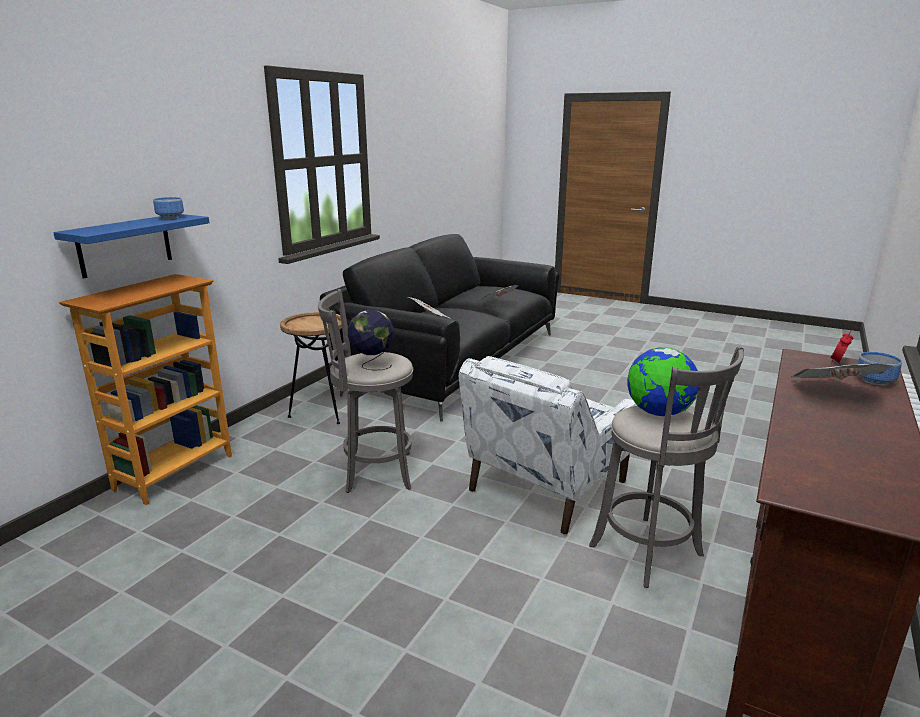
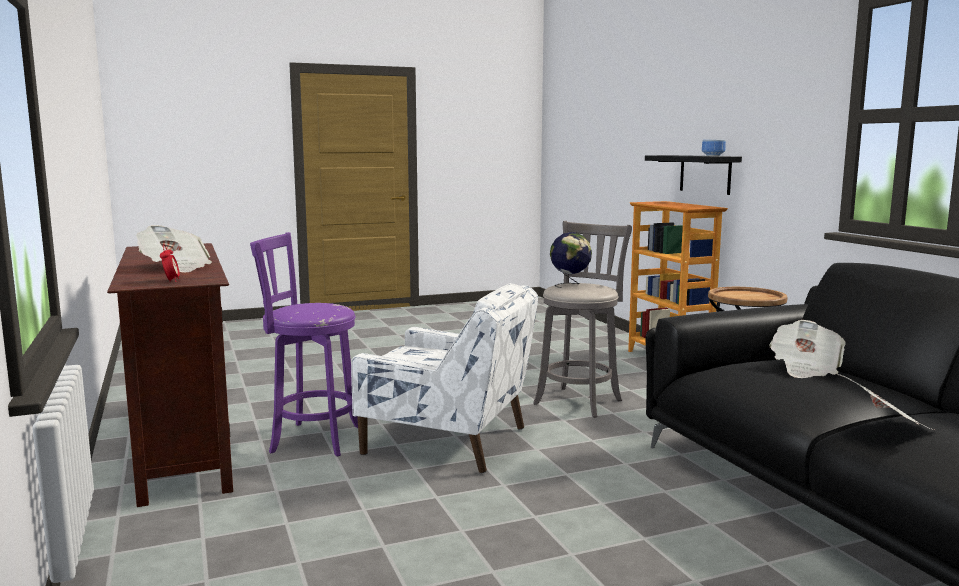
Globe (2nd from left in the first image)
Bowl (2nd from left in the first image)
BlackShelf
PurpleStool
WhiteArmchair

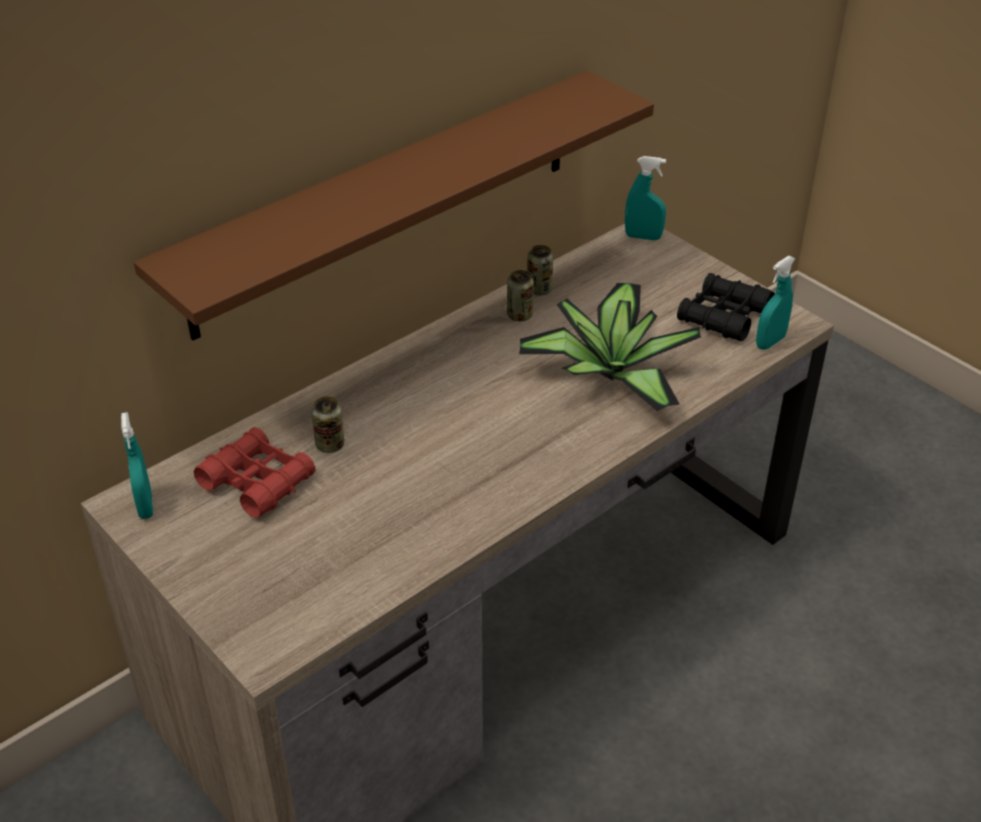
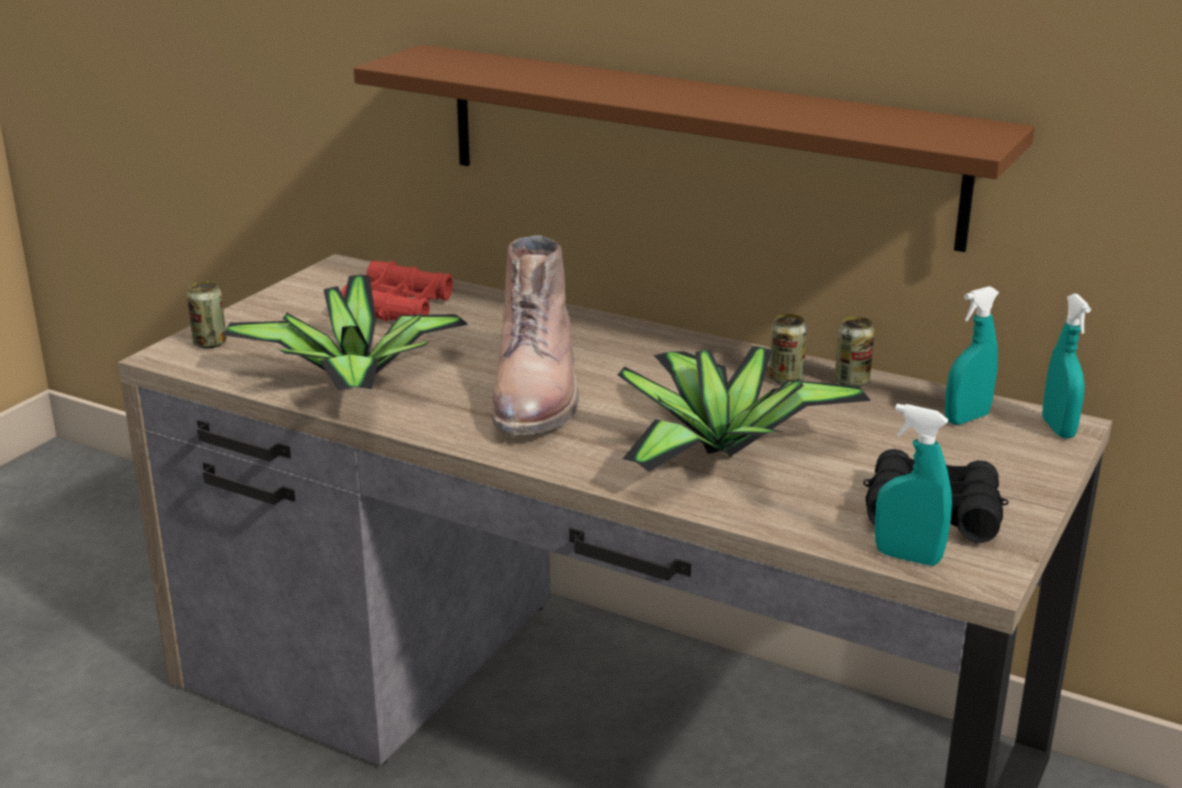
PottedPlant (1st from left)
BrownBoot
TurquoiseSprayBottle (2nd from left)
Can (1st from left)

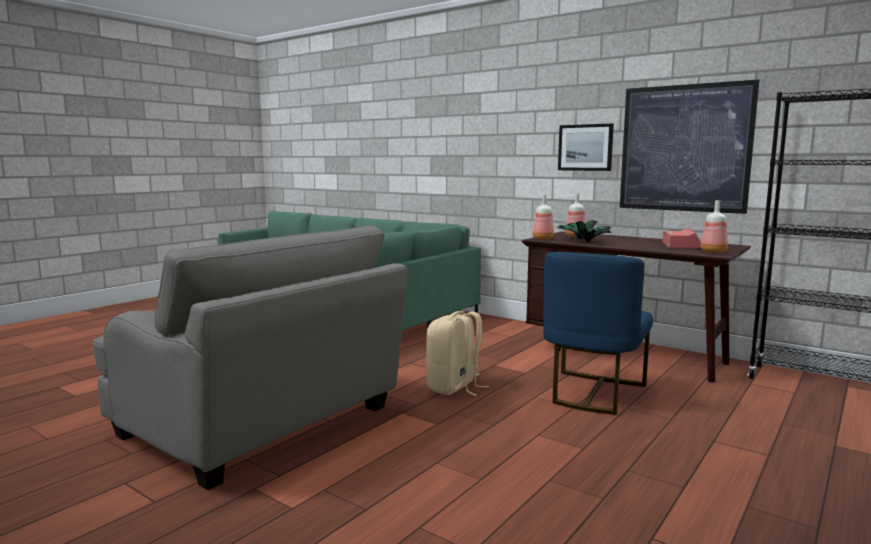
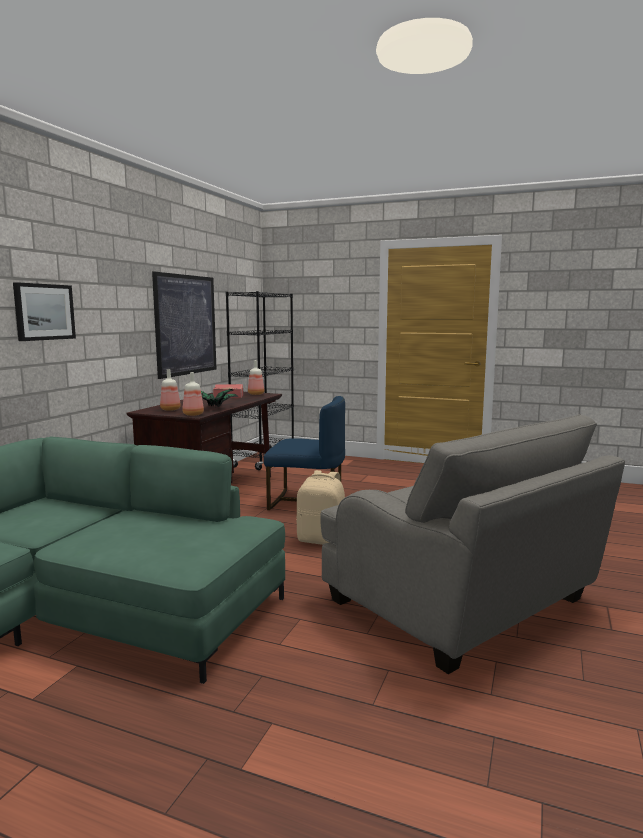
Picture (1st from left)
GreyArmchair

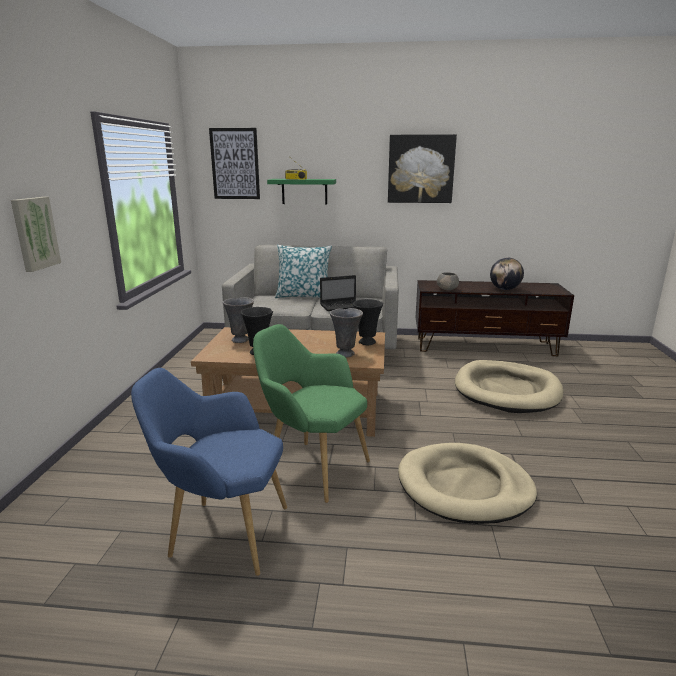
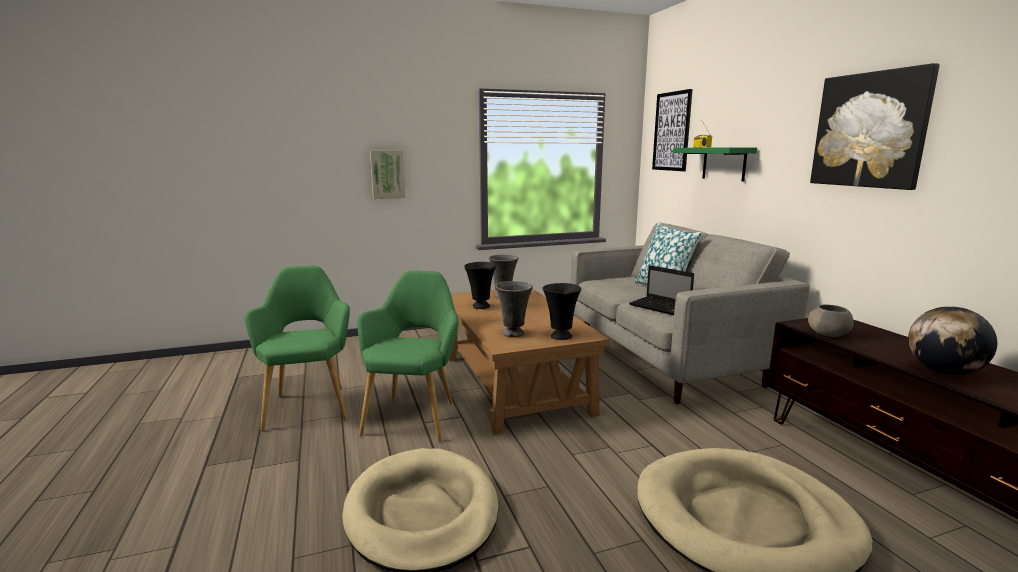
GreenArmchair (1st from left)

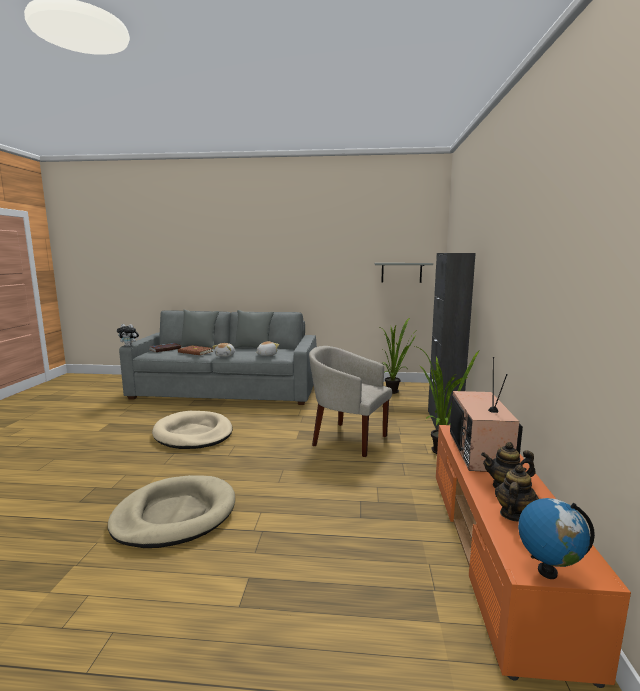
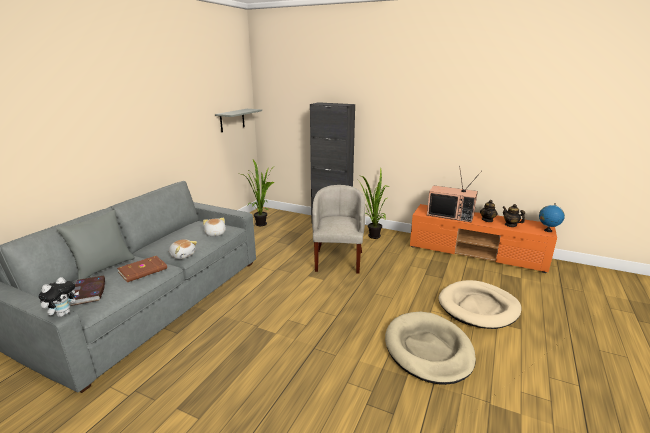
GreyPillow (2nd from left in the first image)
BeigeDogBed (2nd from left)
BeigeArmchair

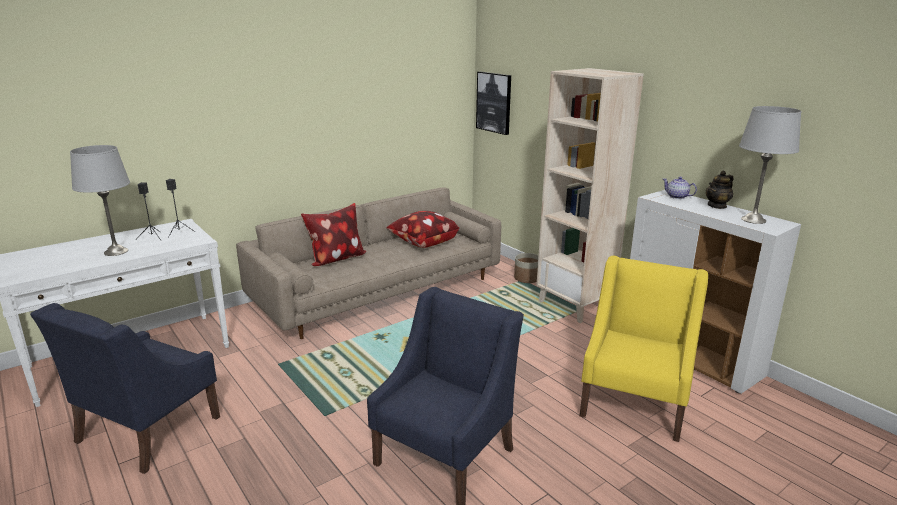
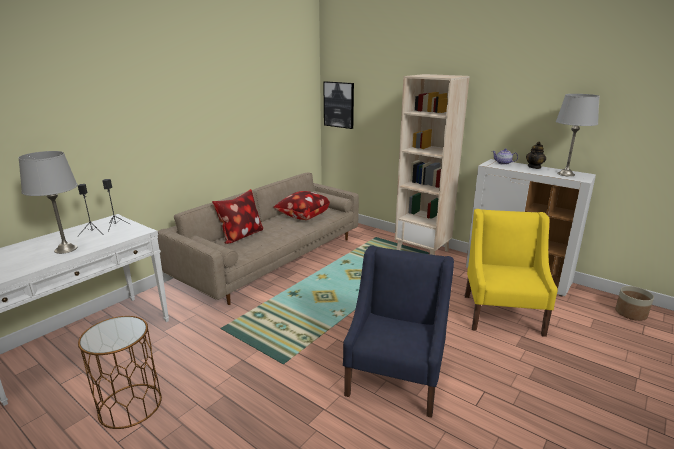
Planter
BrownSideTable

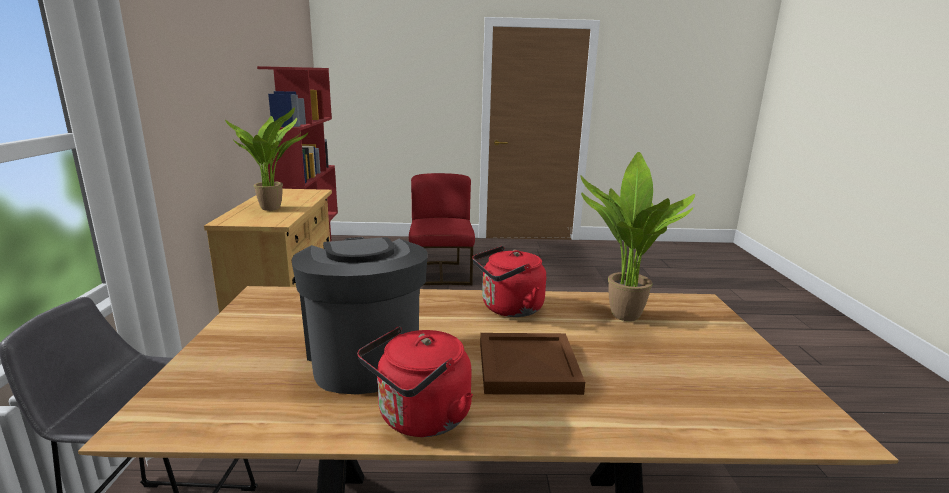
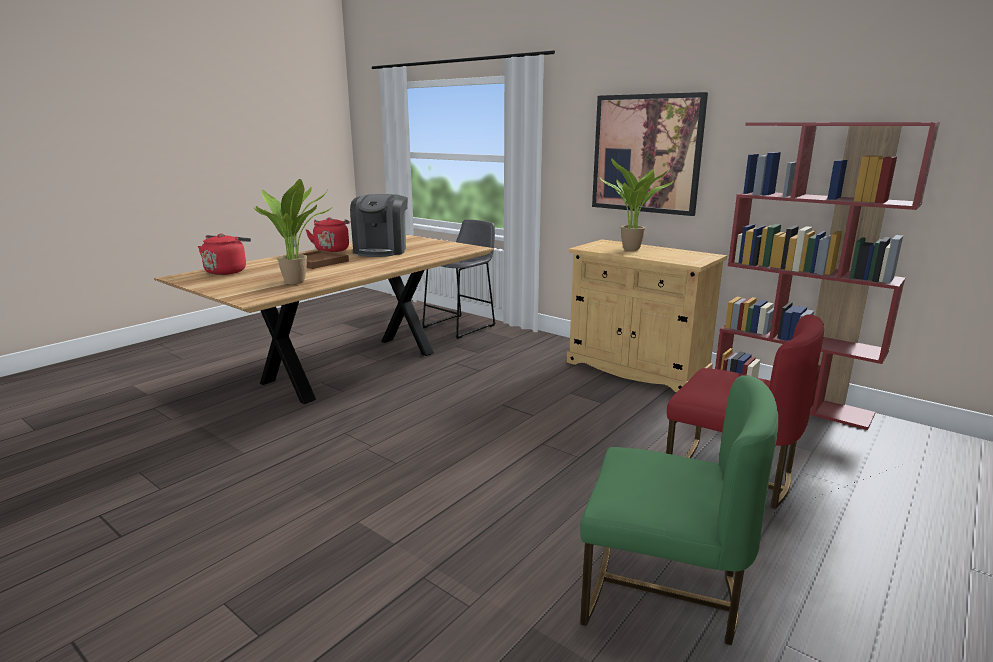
GreenChair
Picture
RedKettle (1st from left)
CoffeeMachine

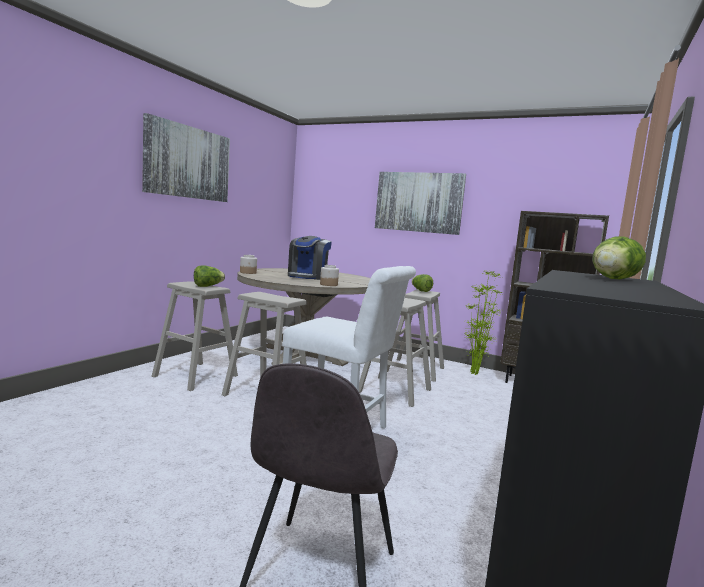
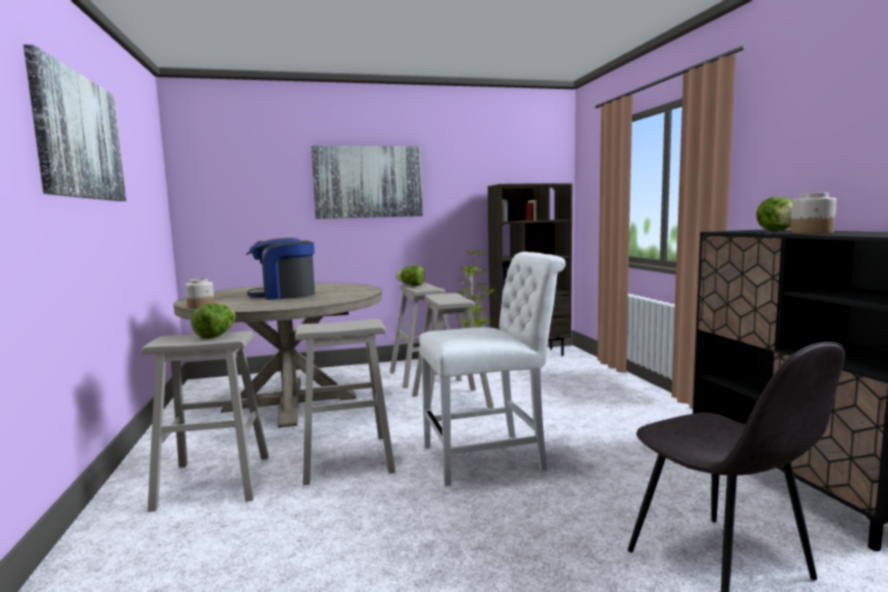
Jar (2nd from left)
CoffeeMachine

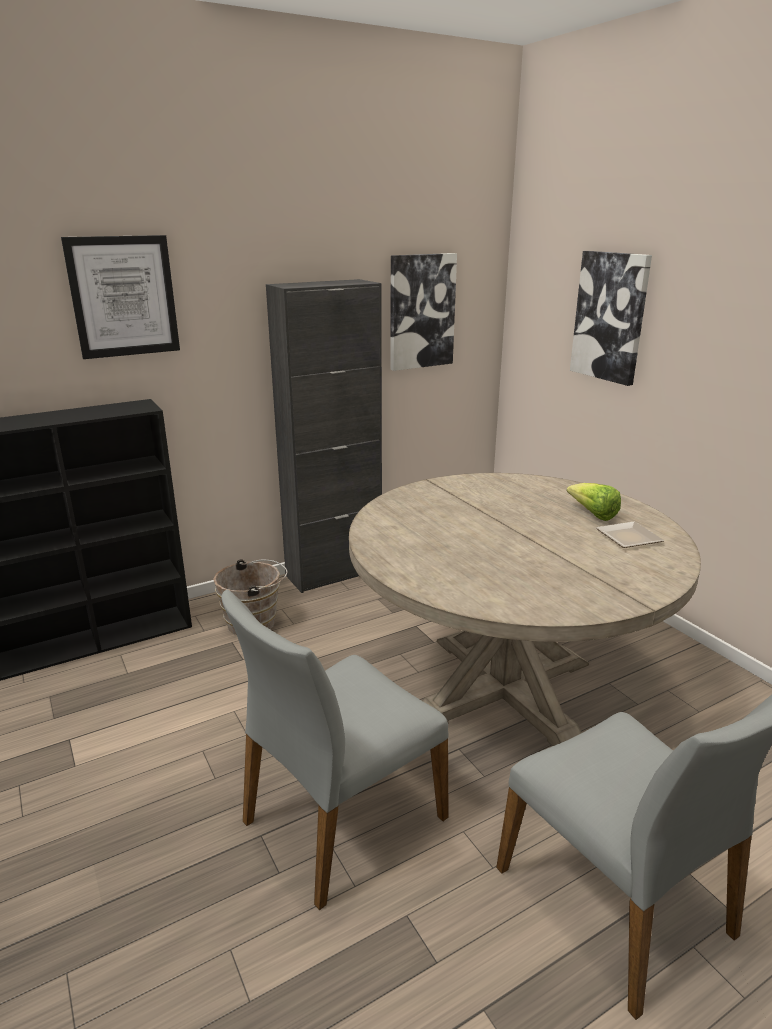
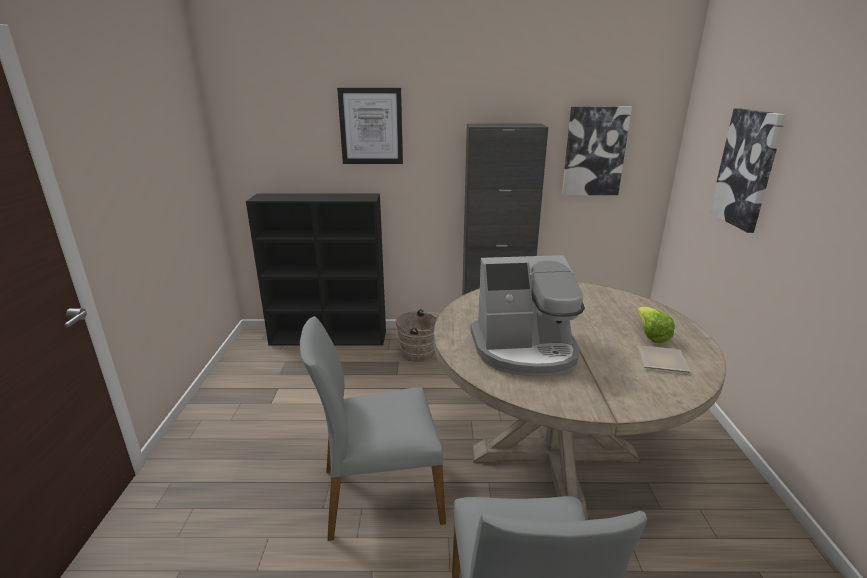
CoffeeMachine

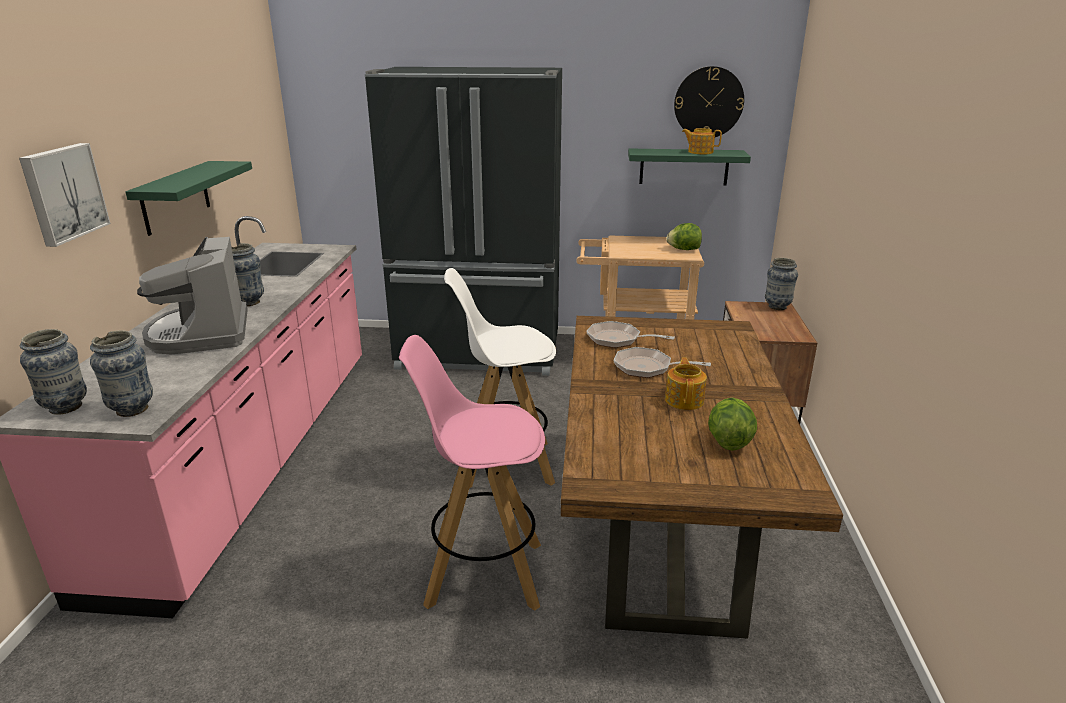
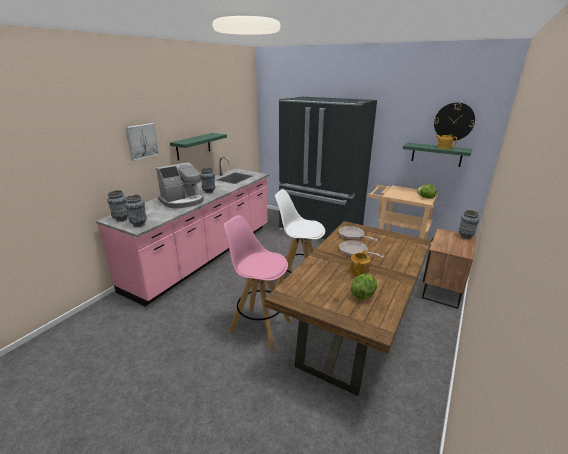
CoffeeMachine

